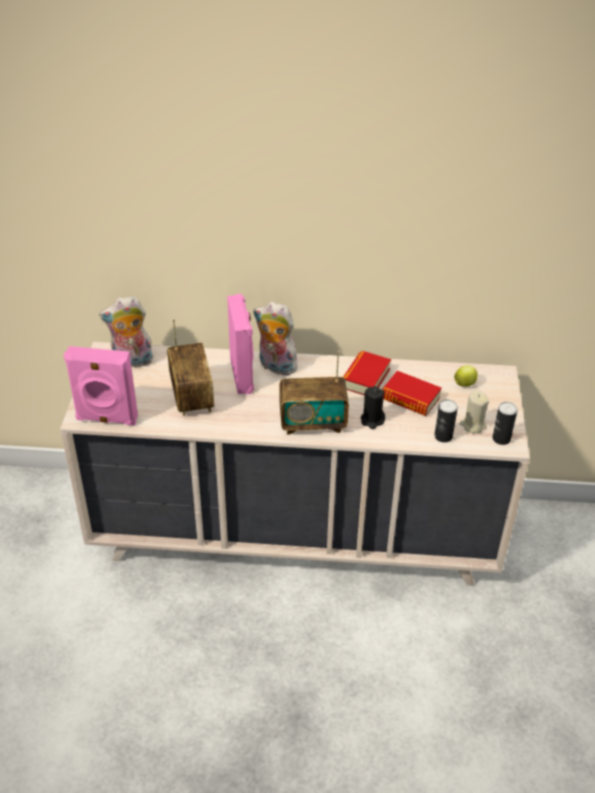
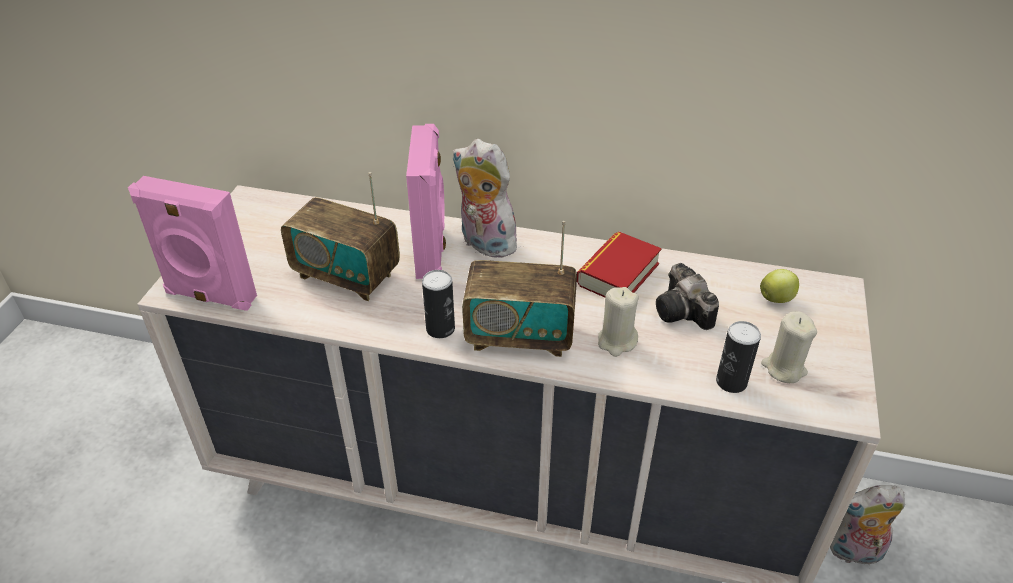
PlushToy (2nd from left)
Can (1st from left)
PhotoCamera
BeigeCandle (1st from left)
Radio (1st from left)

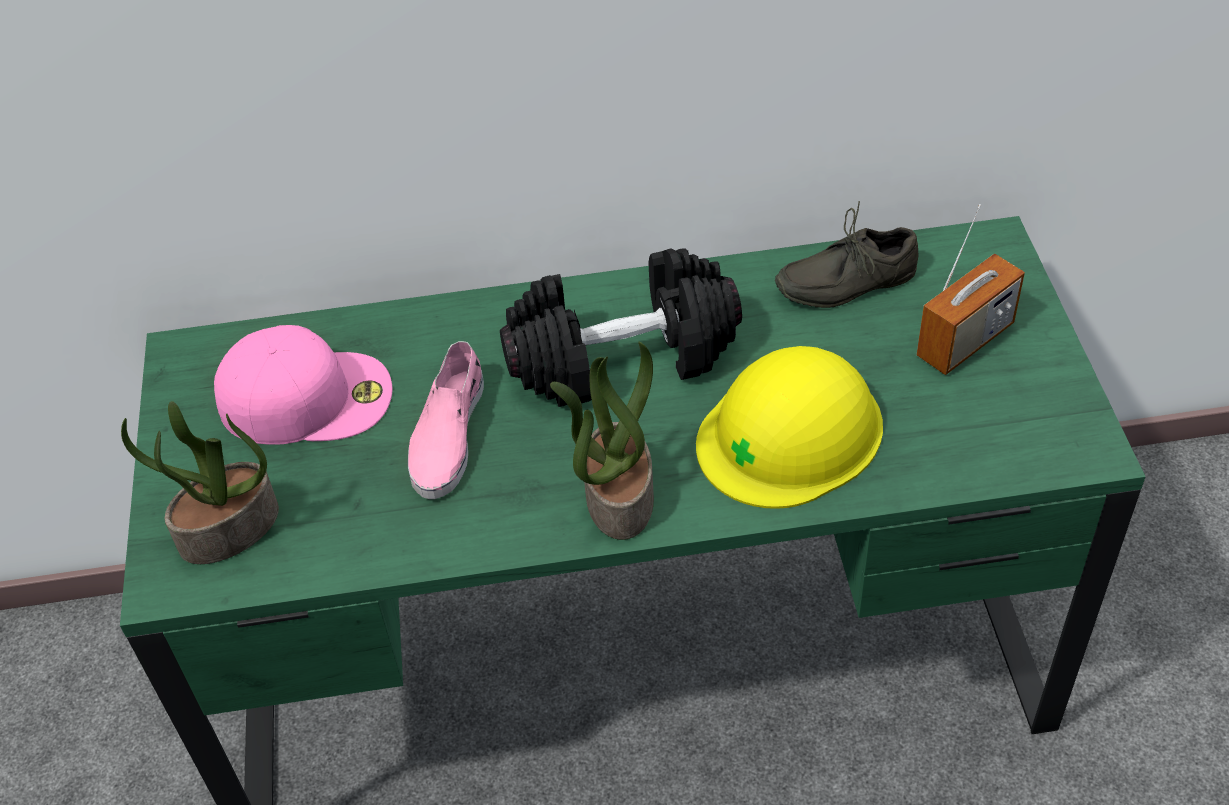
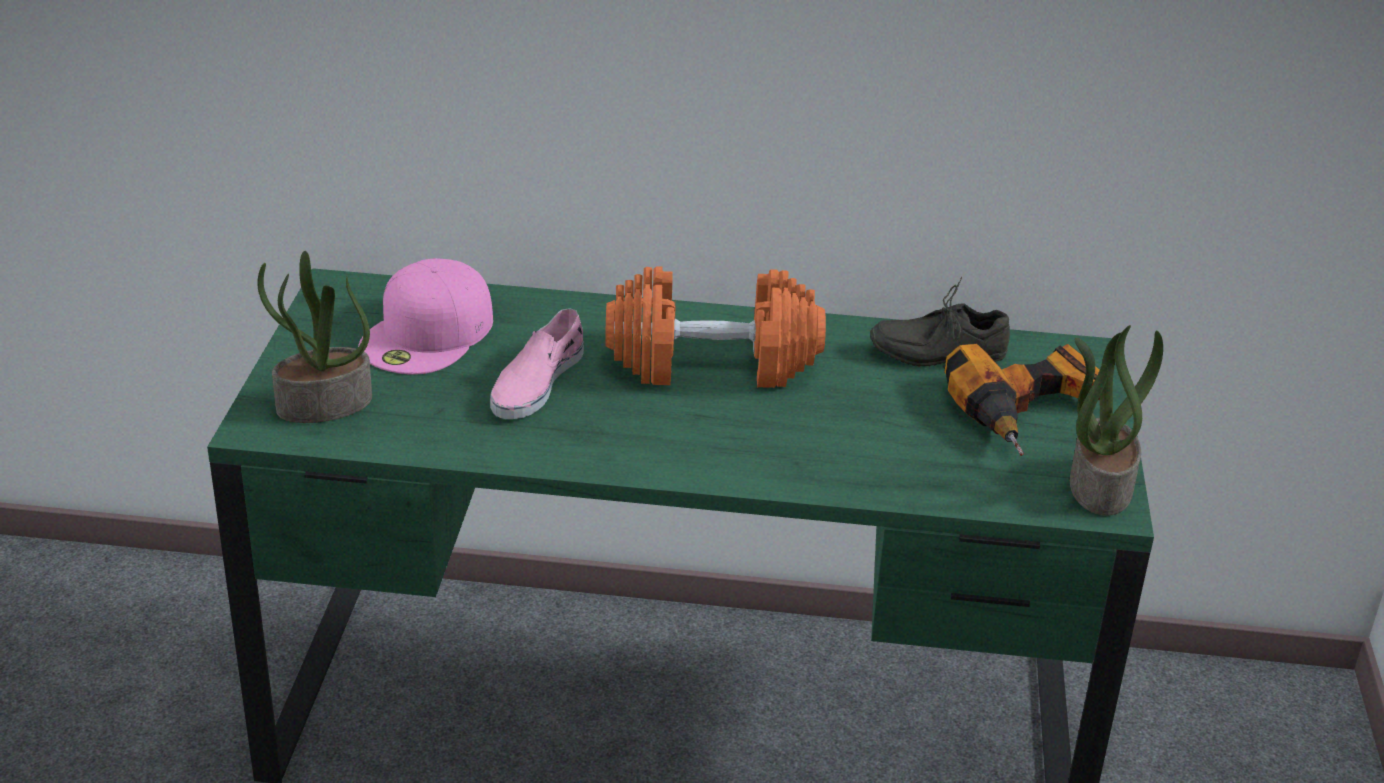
YellowHardHat
PottedPlant (2nd from left)
PowerDrill
OrangeDumbbell
PinkCap

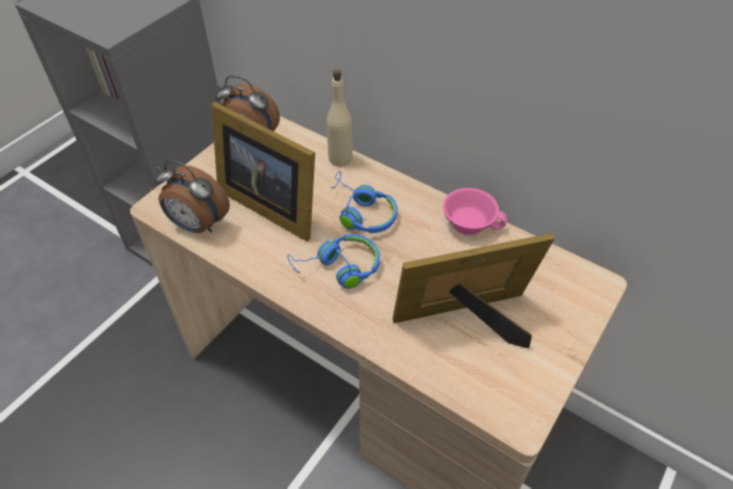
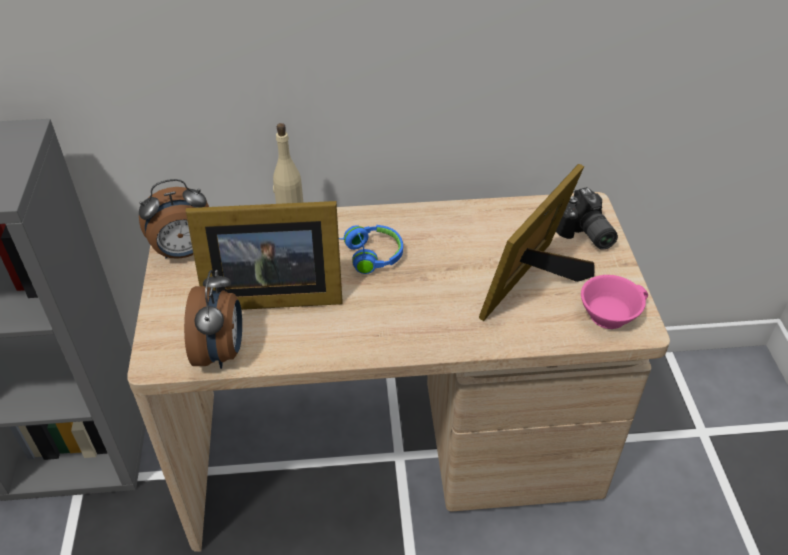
BlueHeadphones (1st from left in the first image)
PhotoCamera
PinkCup
AlarmClock (2nd from left)

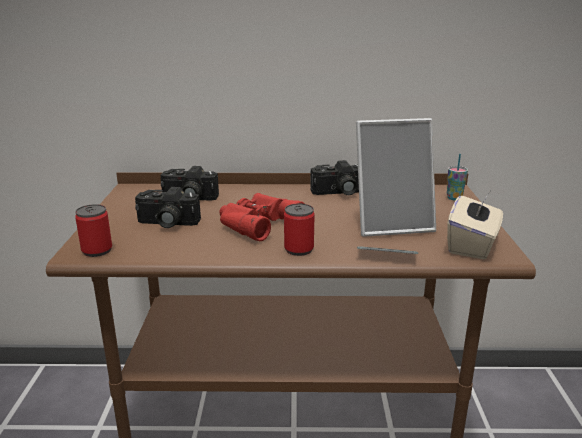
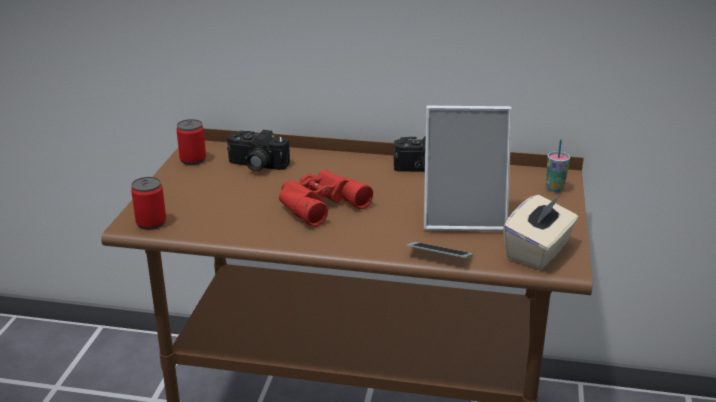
PhotoCamera (1st from left in the first image)
Can (2nd from left)

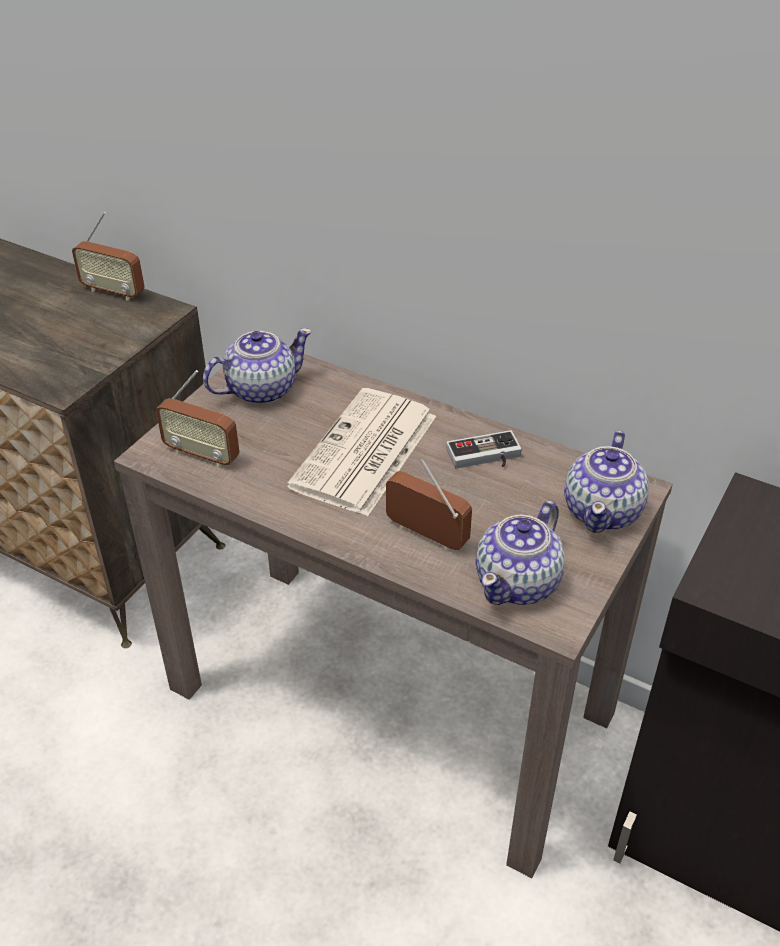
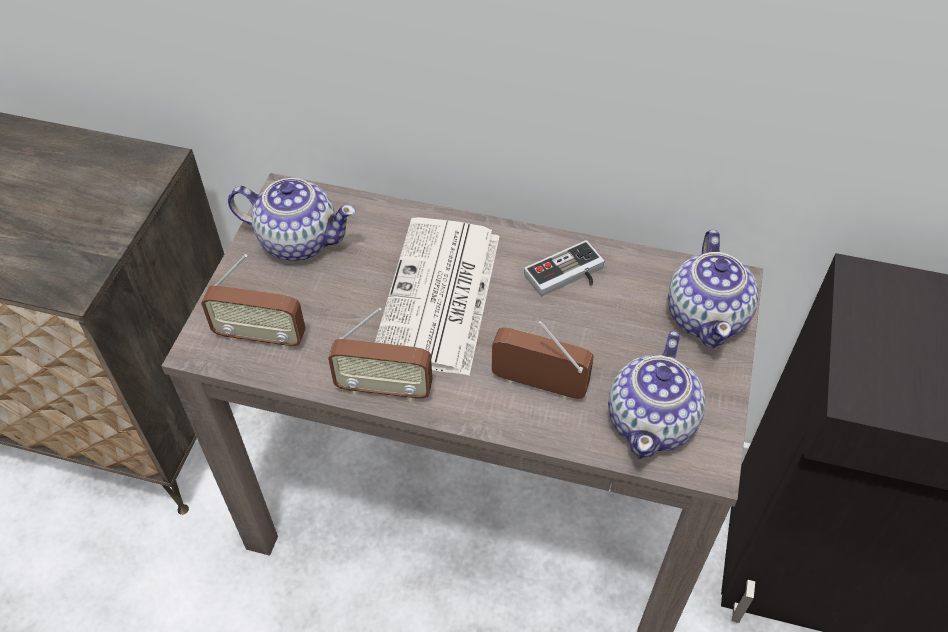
Radio (2nd from left)
Teapot (1st from left)

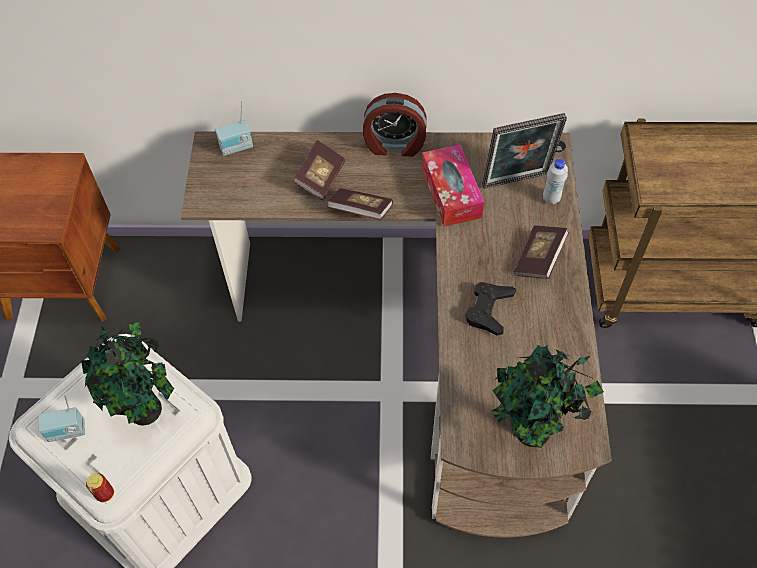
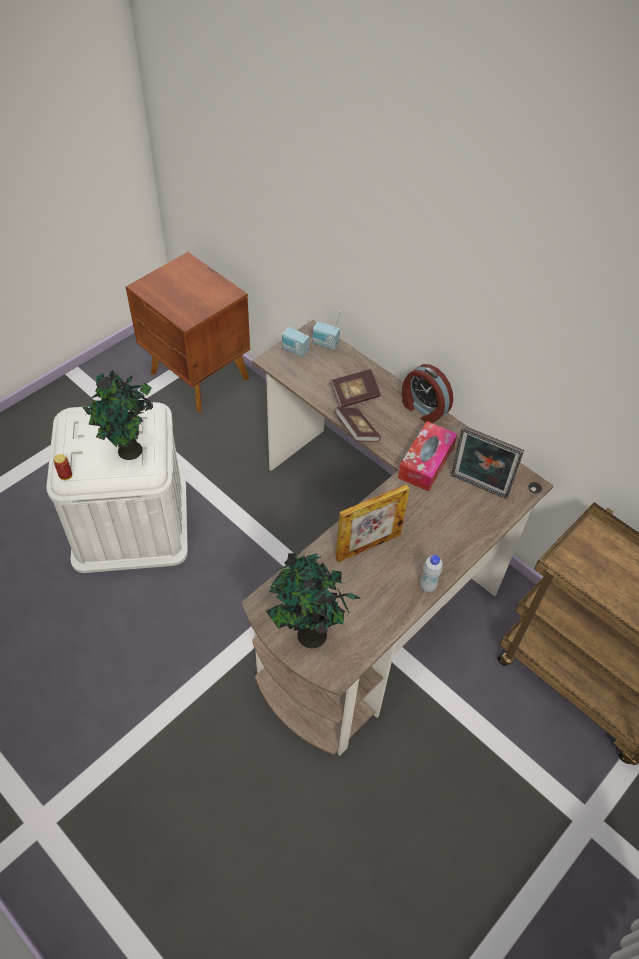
Book (3rd from left in the first image)
Radio (1st from left)
WhiteBottle
PictureFrame (1st from left)

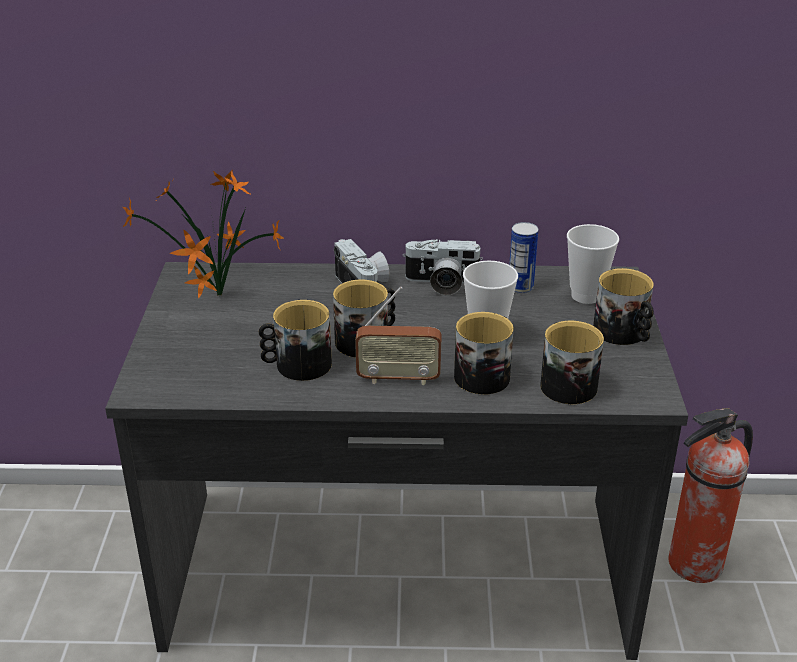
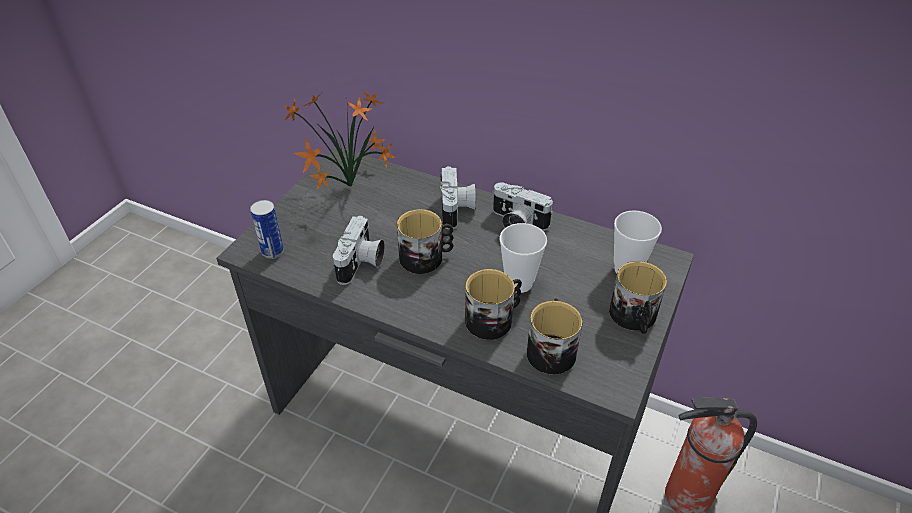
Radio
Can
PhotoCamera (1st from left)

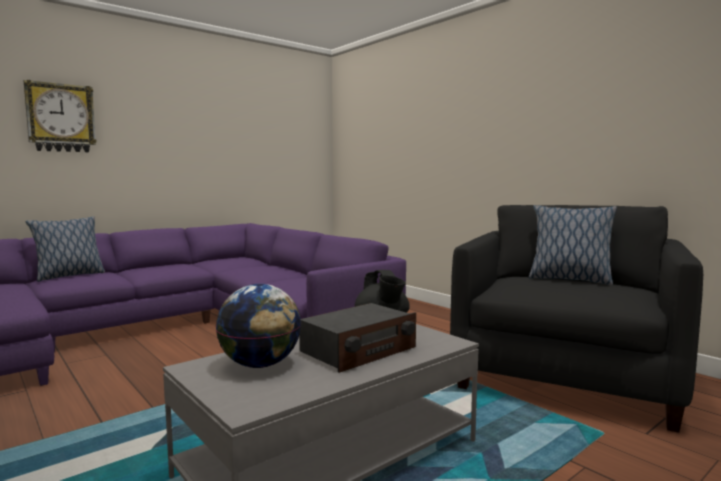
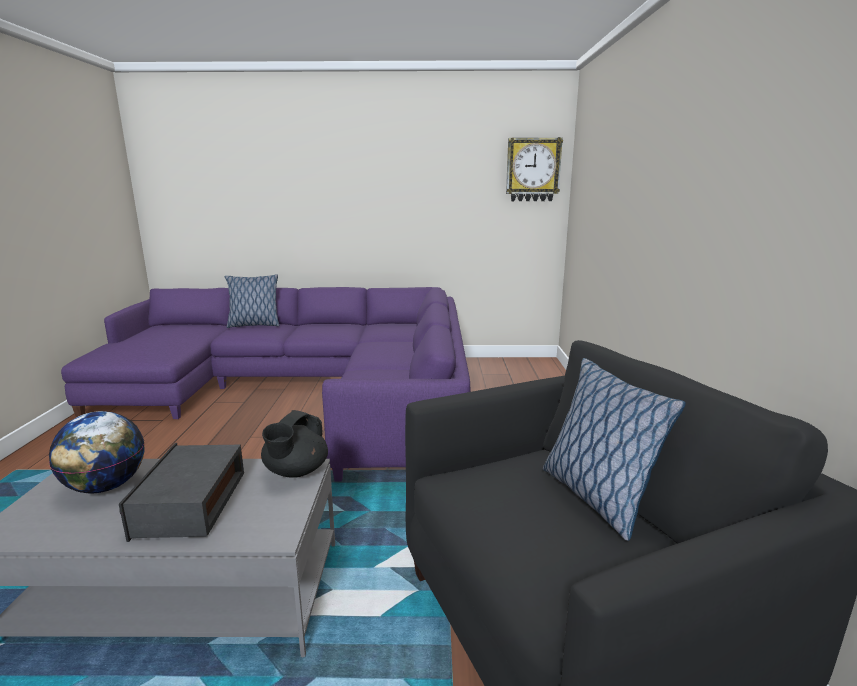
WallClock
Radio

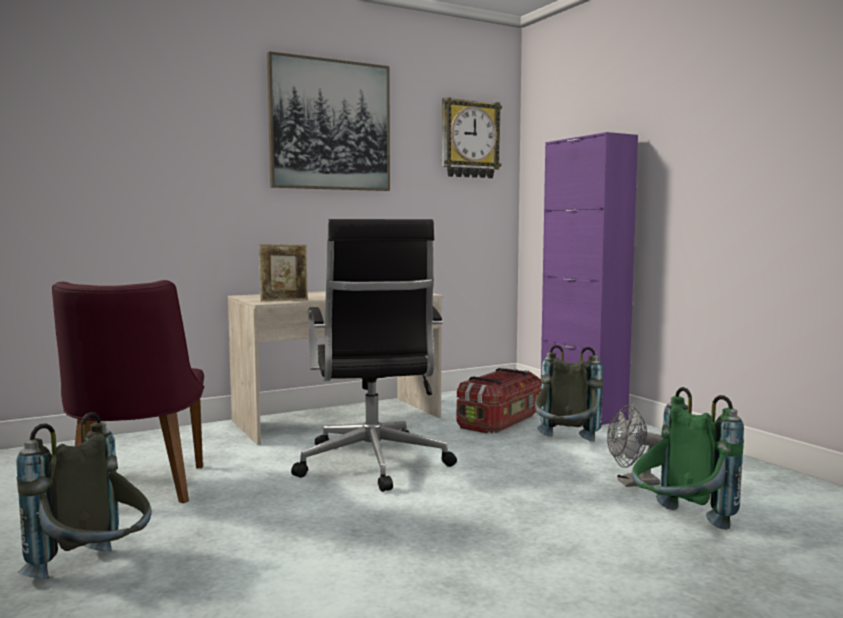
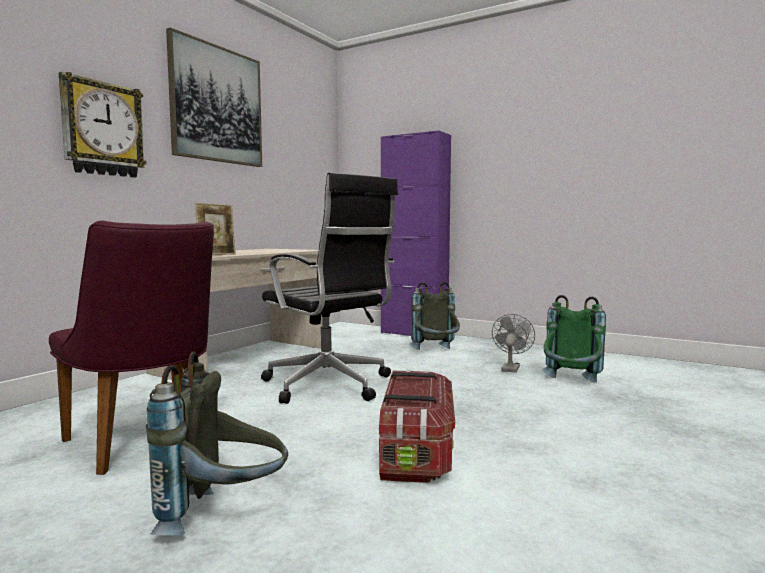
WallClock
StorageBox
GreyFan

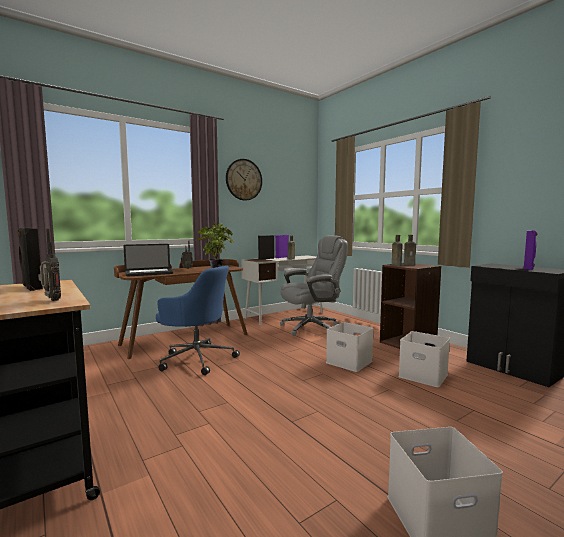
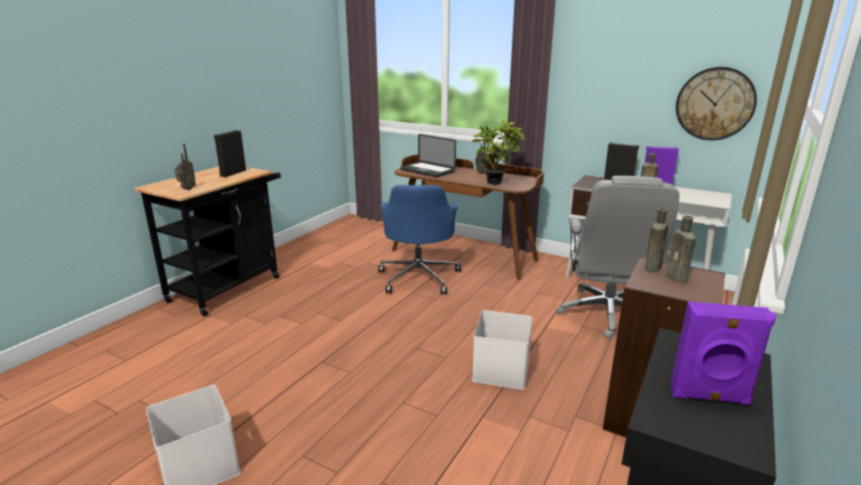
WhiteStorageBox (2nd from left in the first image)
WallClock
GreyOfficeChair

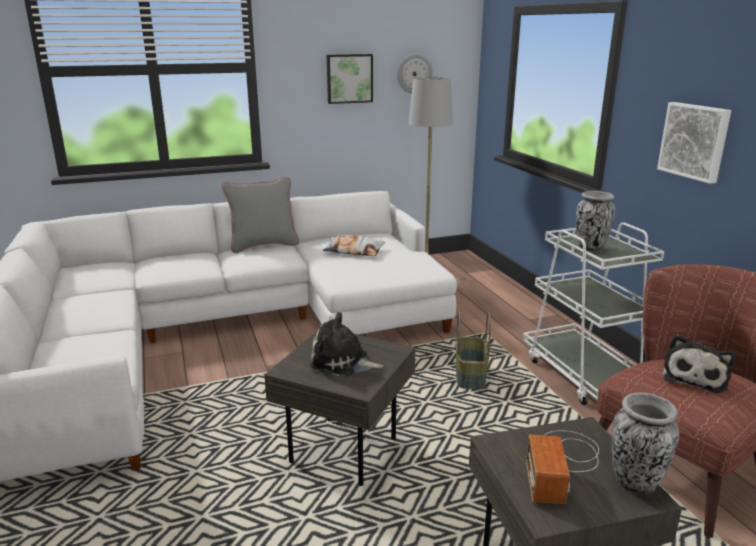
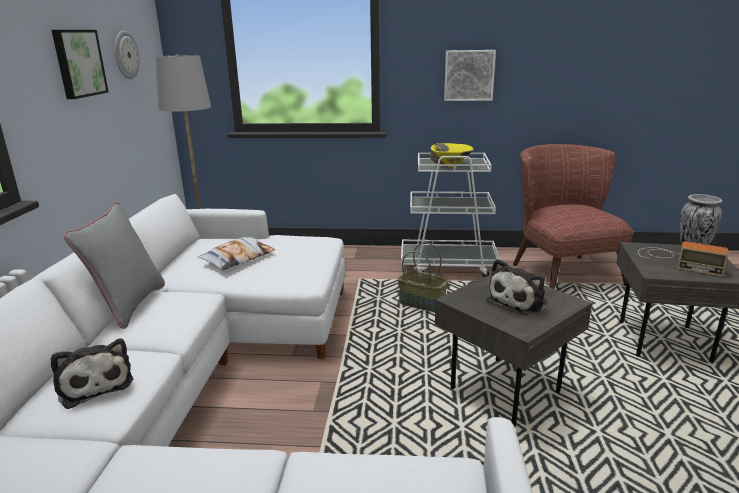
PlushToy (1st from left)
YellowBowl

